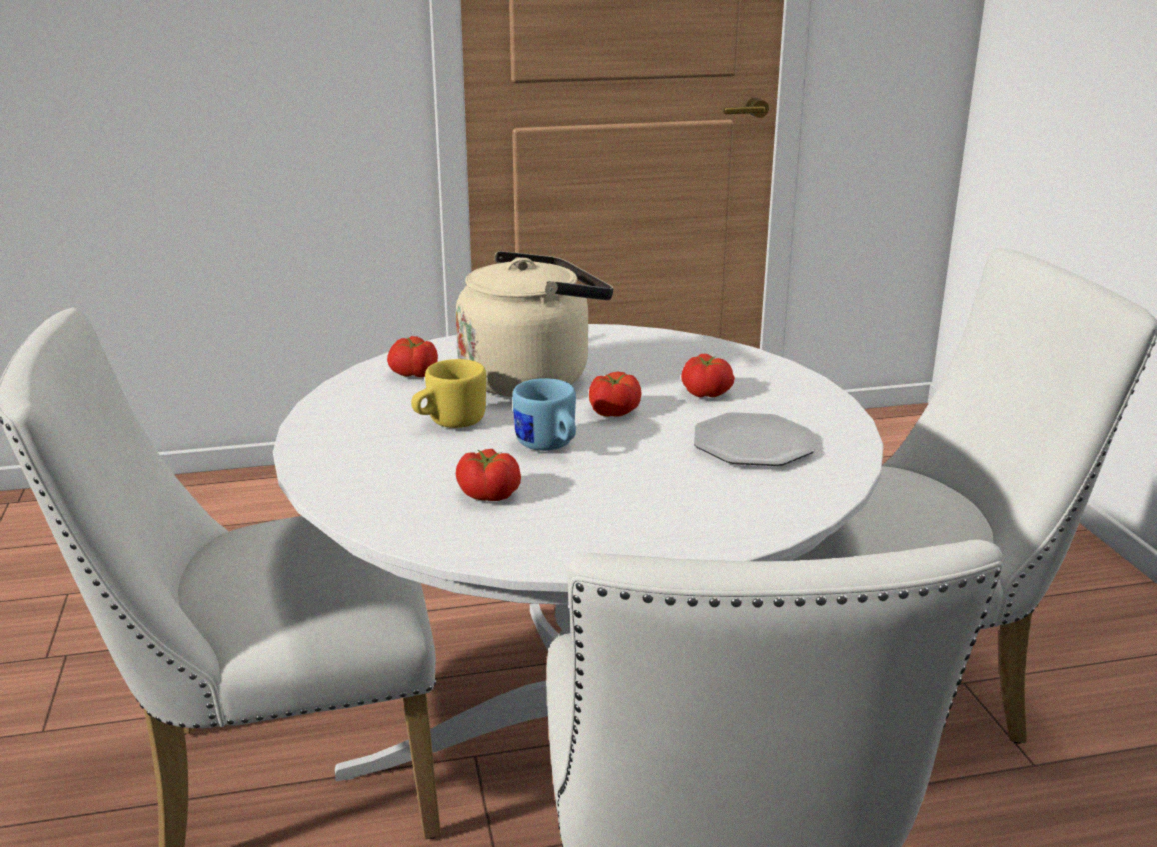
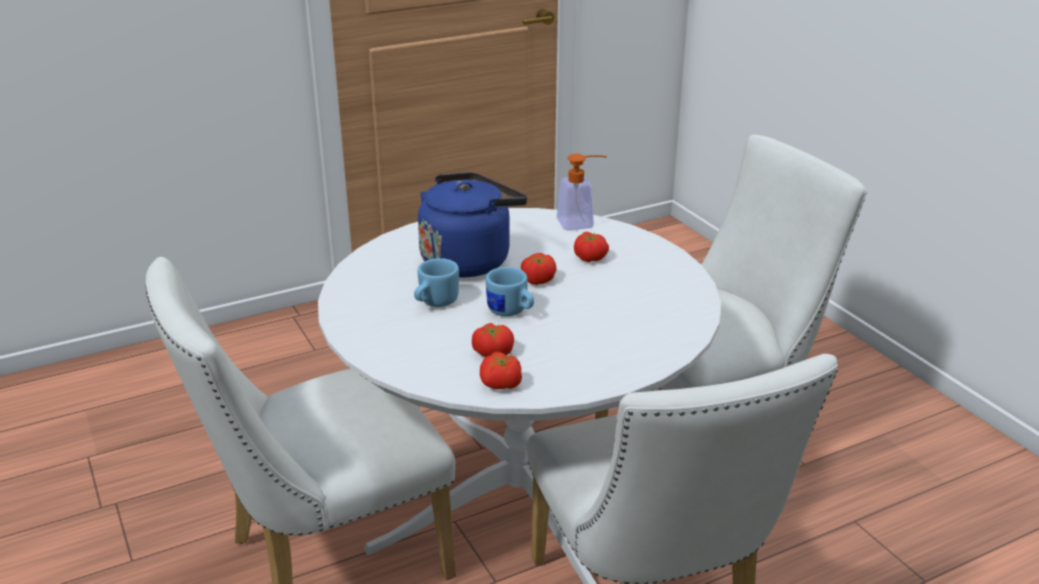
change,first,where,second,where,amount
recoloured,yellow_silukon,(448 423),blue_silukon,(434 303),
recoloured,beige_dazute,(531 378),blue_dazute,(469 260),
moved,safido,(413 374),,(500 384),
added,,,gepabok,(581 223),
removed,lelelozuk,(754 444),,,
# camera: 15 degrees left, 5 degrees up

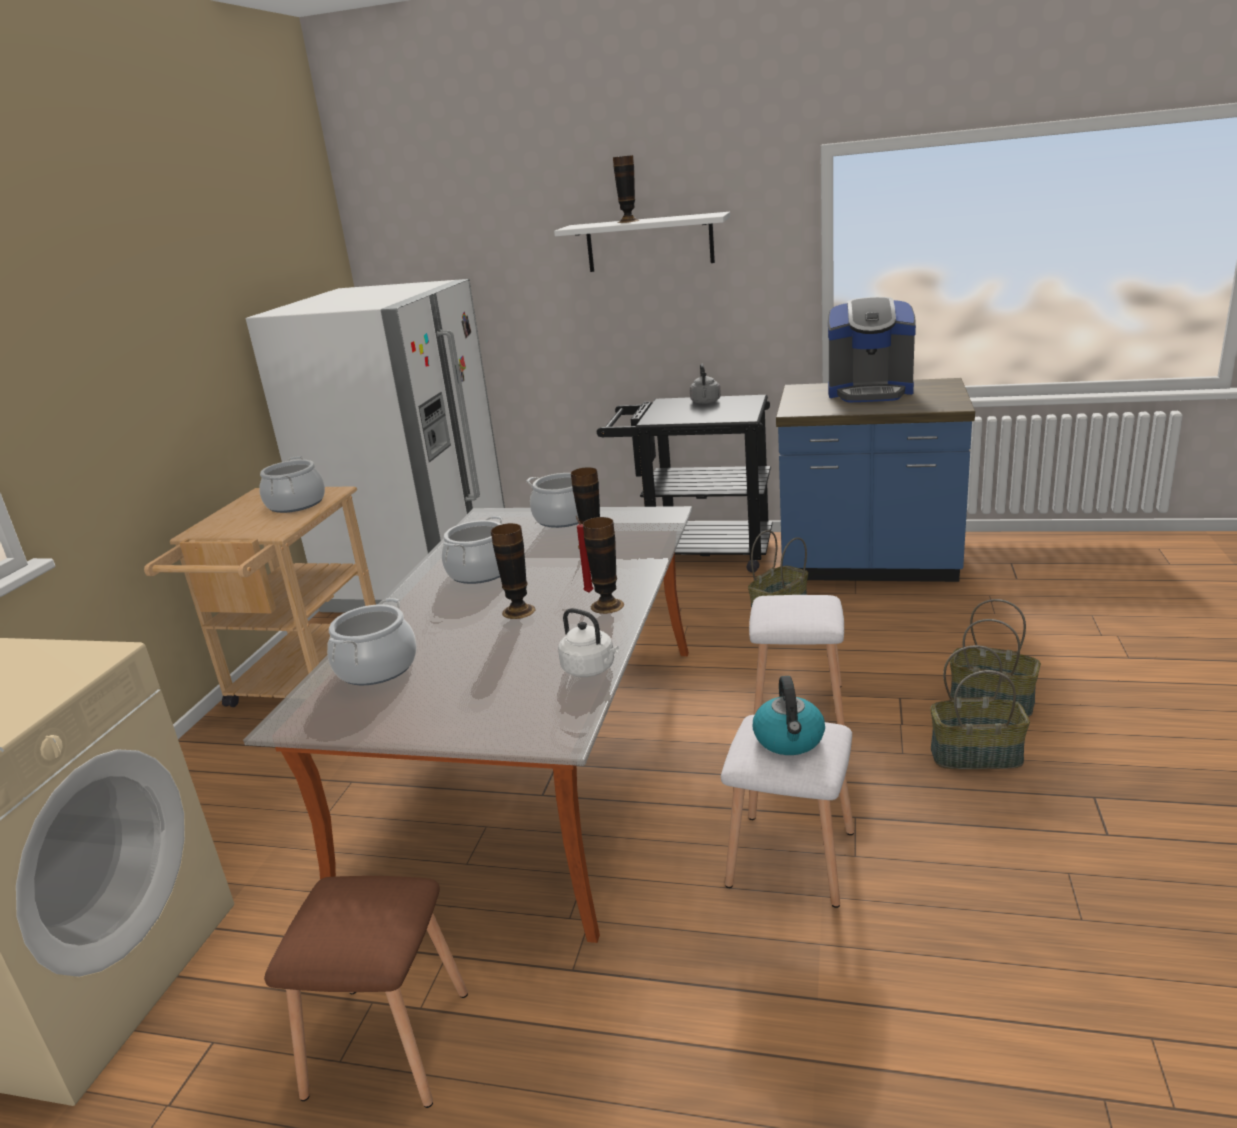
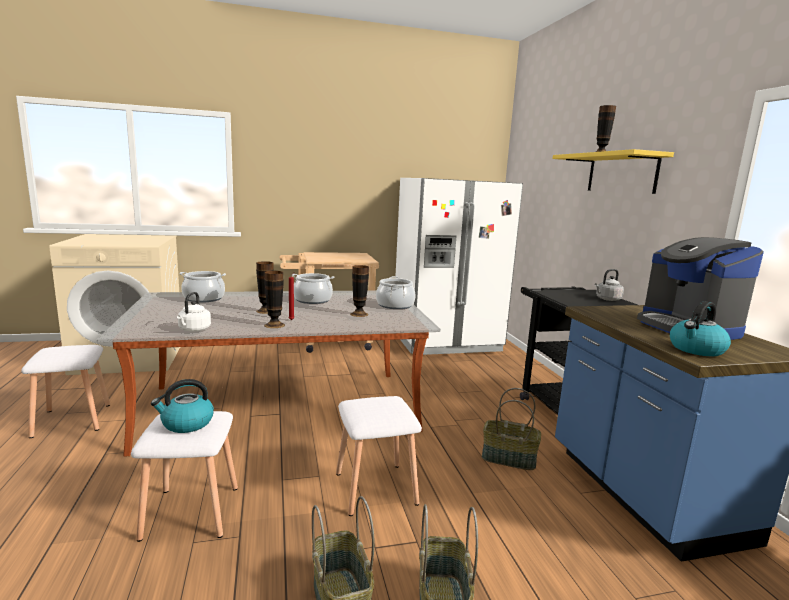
change,first,where,second,where,amount
recoloured,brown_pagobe,(385 1044),white_pagobe,(71 419),
recoloured,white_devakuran,(649 243),yellow_devakuran,(621 173),
added,,,dazute,(696 349),
removed,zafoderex,(296 504),,,
# camera: 60 degrees right, 10 degrees down

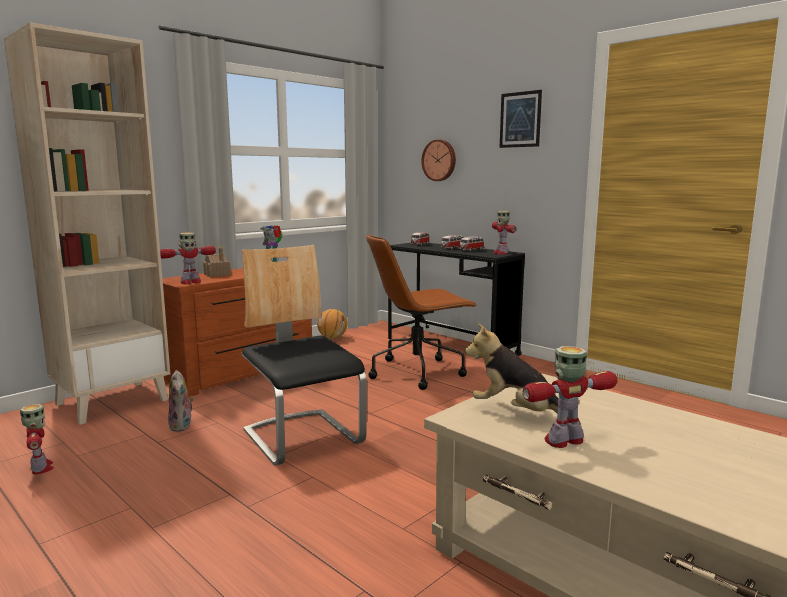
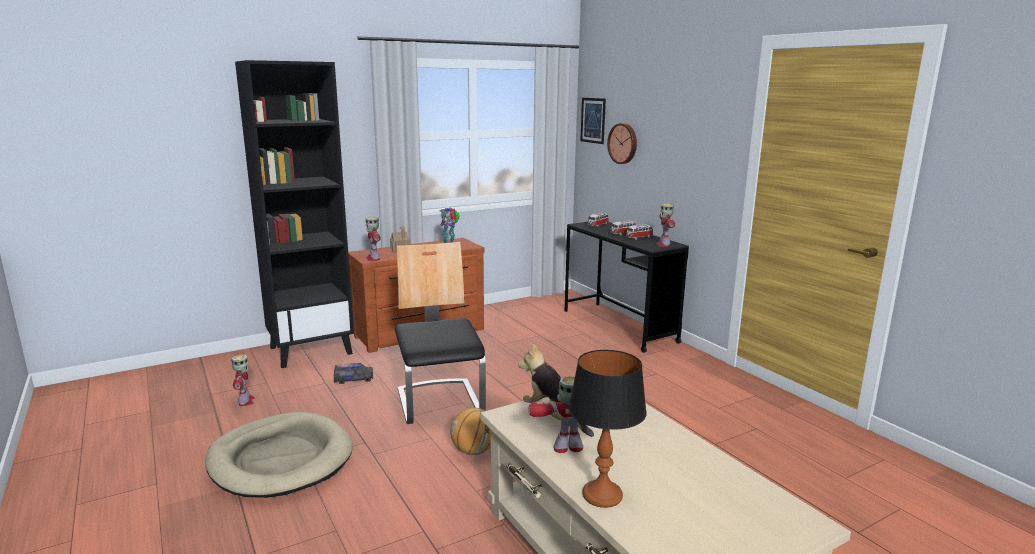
change,first,where,second,where,amount
added,,,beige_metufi,(281 459),
recoloured,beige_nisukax,(113 401),black_nisukax,(311 350),
replaced,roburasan,(182 426),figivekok,(353 379),
turned,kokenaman,(190 282),,(373 258),90 degrees clockwise
moved,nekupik,(332 338),,(474 451),
added,,,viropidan,(601 495),
moved,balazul,(520 119),,(593 120),
removed,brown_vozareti,(418 372),,,
# camera: 15 degrees right, 5 degrees up

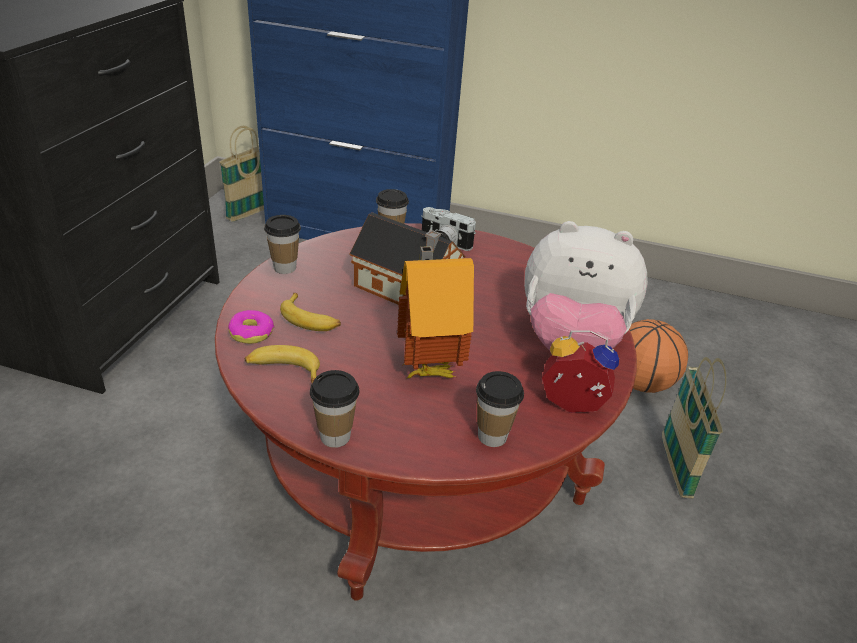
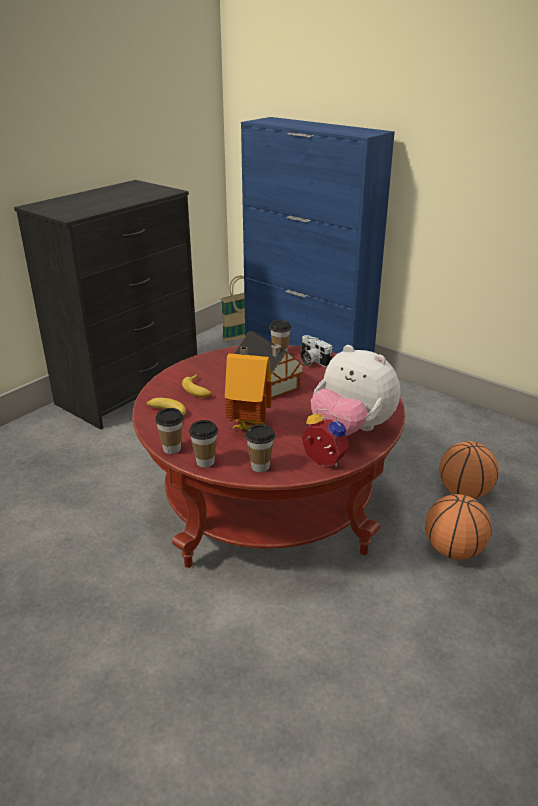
change,first,where,second,where,amount
moved,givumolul,(285 268),,(205 462),
replaced,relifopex,(675 467),nekupik,(453 550),
removed,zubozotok,(251 333),,,
# camera: 25 degrees right, 5 degrees down

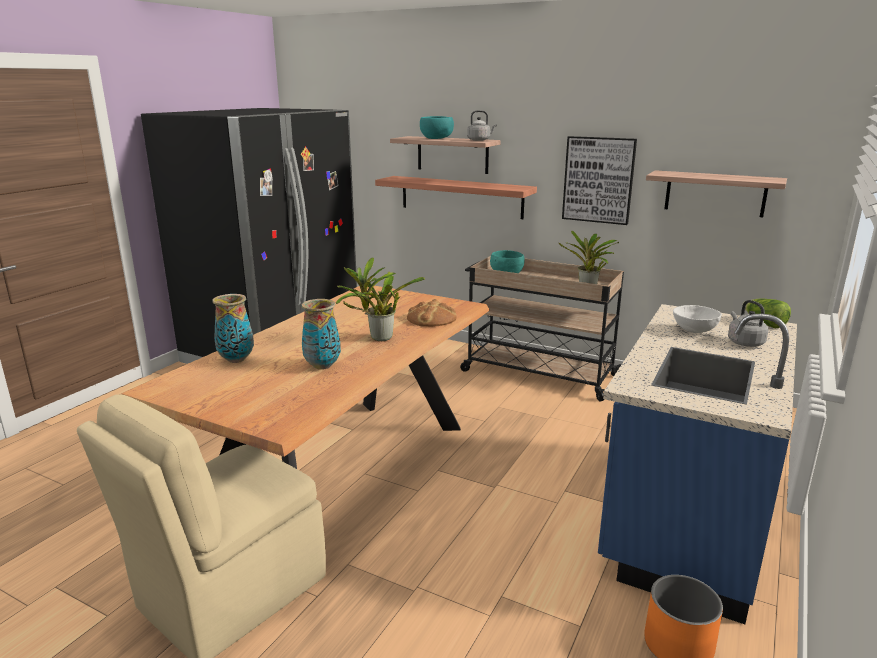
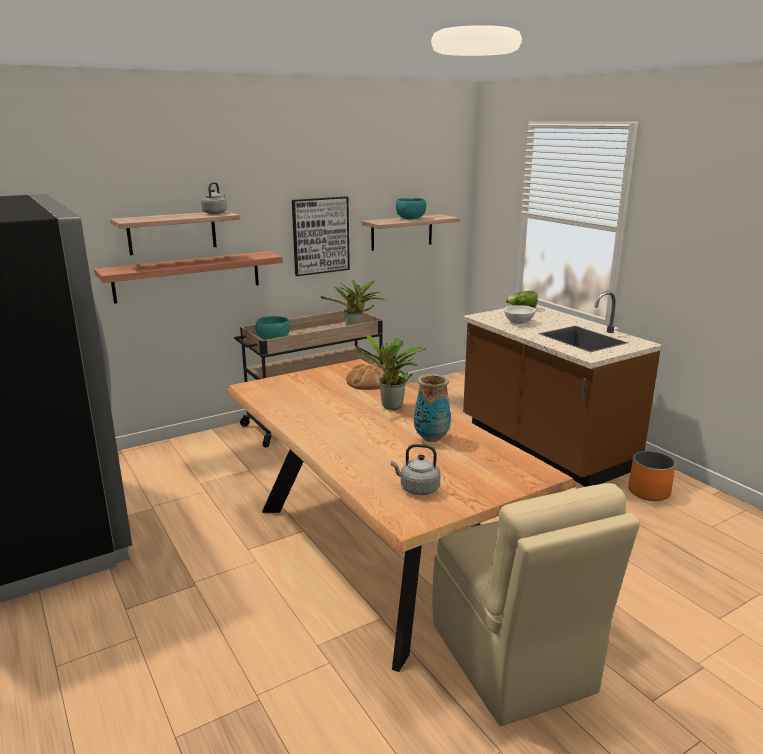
change,first,where,second,where,amount
moved,grey_dazute,(744 342),,(417 489),
moved,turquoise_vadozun,(437 138),,(411 218),
recoloured,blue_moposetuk,(685 518),brown_moposetuk,(544 446),
removed,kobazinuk,(236 360),,,
# camera: 60 degrees left, 0 degrees up

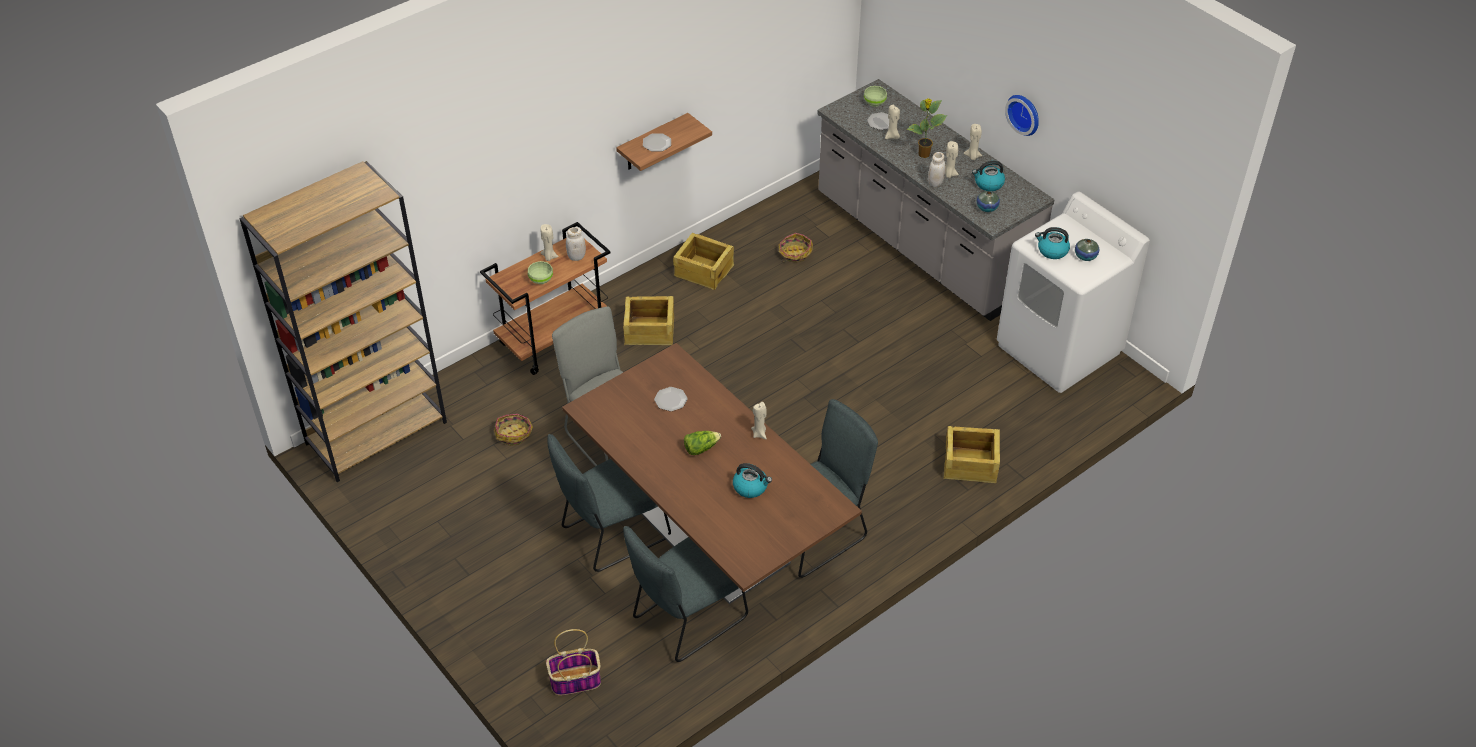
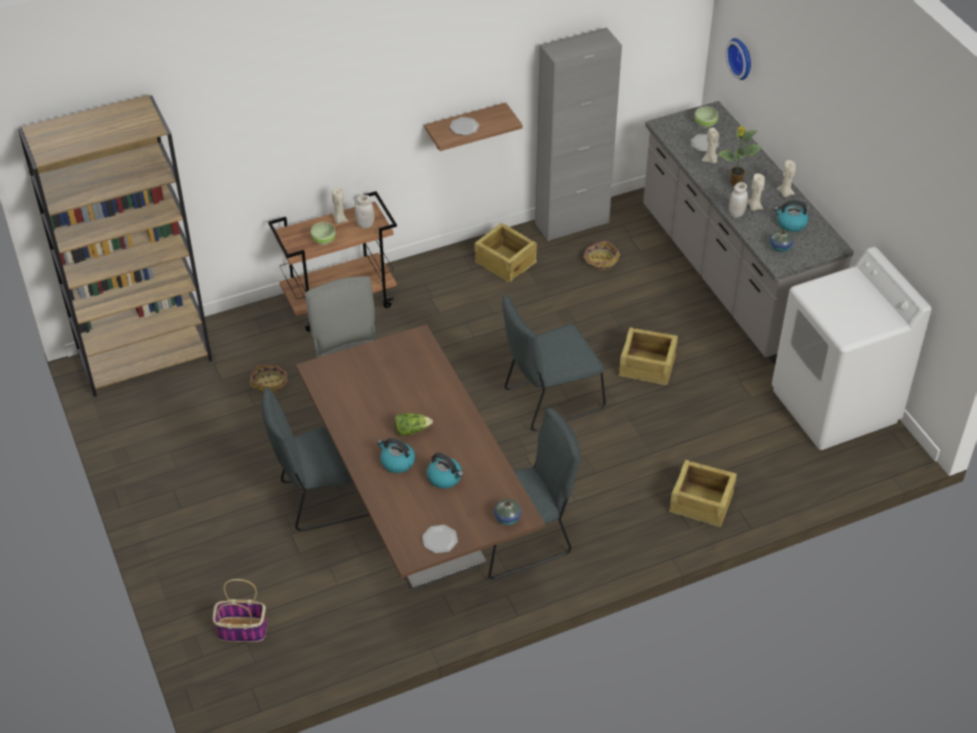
change,first,where,second,where,amount
moved,dazute,(1052 251),,(397 462),
moved,lelelozuk,(670 400),,(439 540),
moved,kobazinuk,(1085 256),,(507 518),
moved,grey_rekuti,(685 620),,(549 400),
added,,,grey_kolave,(571 223),
moved,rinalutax,(650 331),,(647 366),
moved,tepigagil,(1025 113),,(741 58),
removed,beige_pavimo,(759 434),,,
# camera: 15 degrees right, 0 degrees up

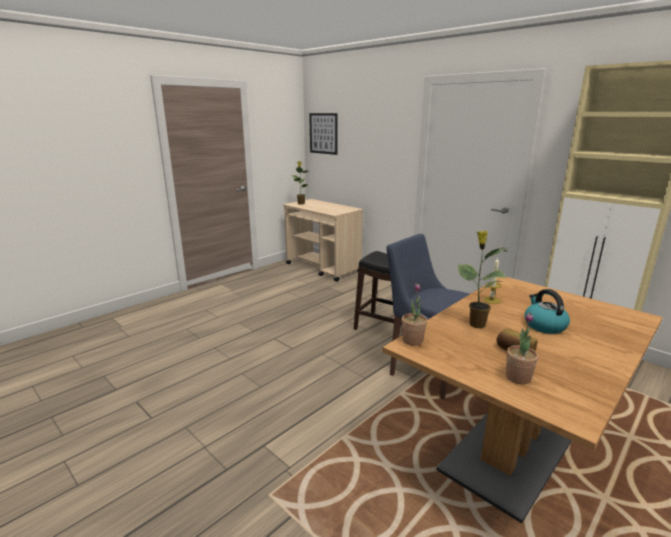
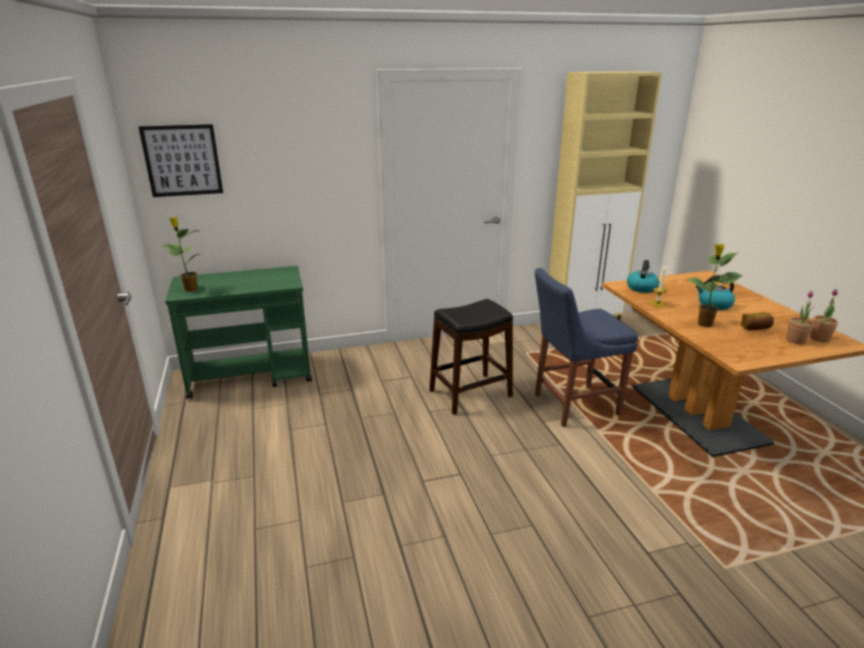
change,first,where,second,where,amount
recoloured,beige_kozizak,(323 268),green_kozizak,(252 376),
added,,,dazute,(641 288),
moved,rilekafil,(412 340),,(819 338),
# camera: 60 degrees left, 5 degrees up

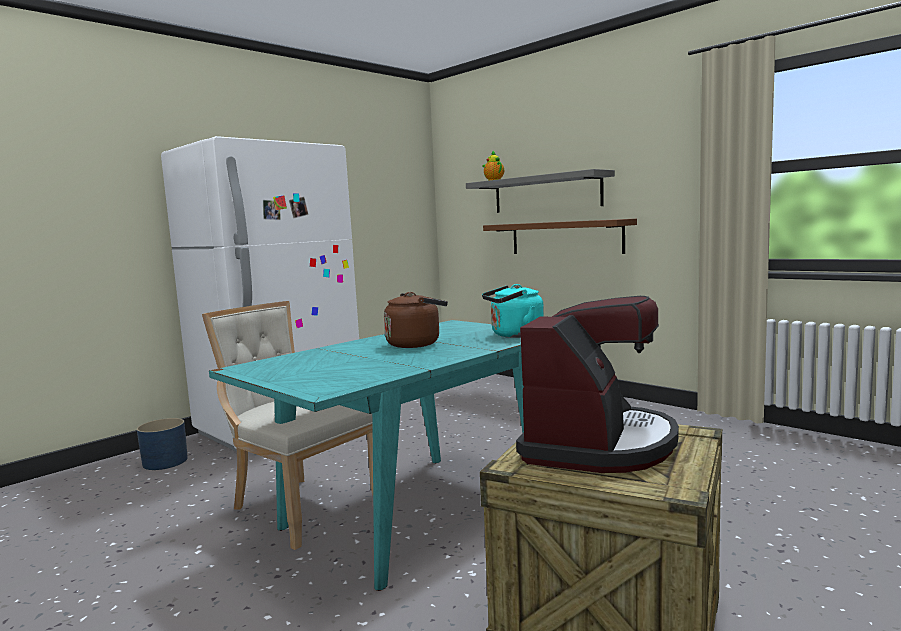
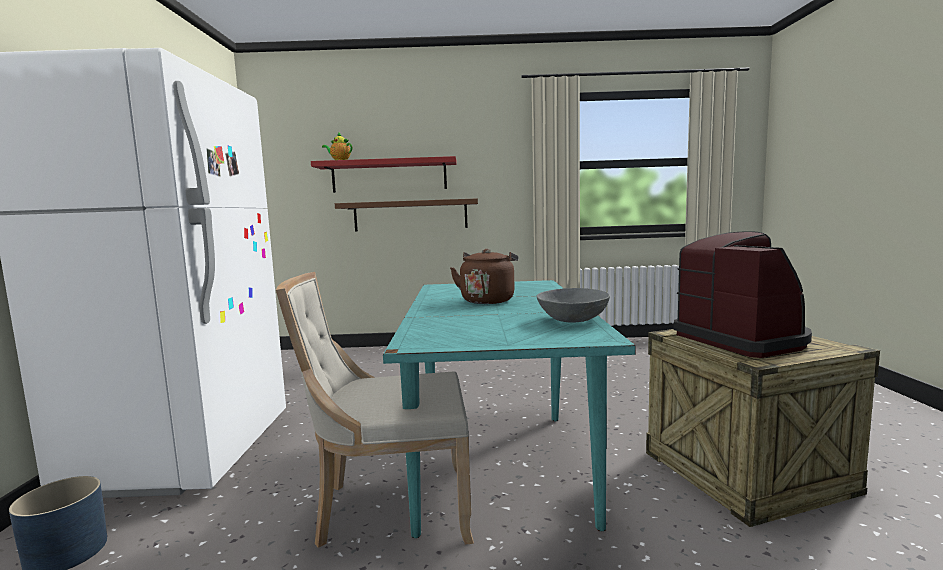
change,first,where,second,where,amount
recoloured,grey_devakuran,(546 193),red_devakuran,(389 176),
added,,,grey_vadozun,(572 320),
removed,turquoise_dazute,(514 335),,,
# camera: 45 degrees left, 0 degrees up

